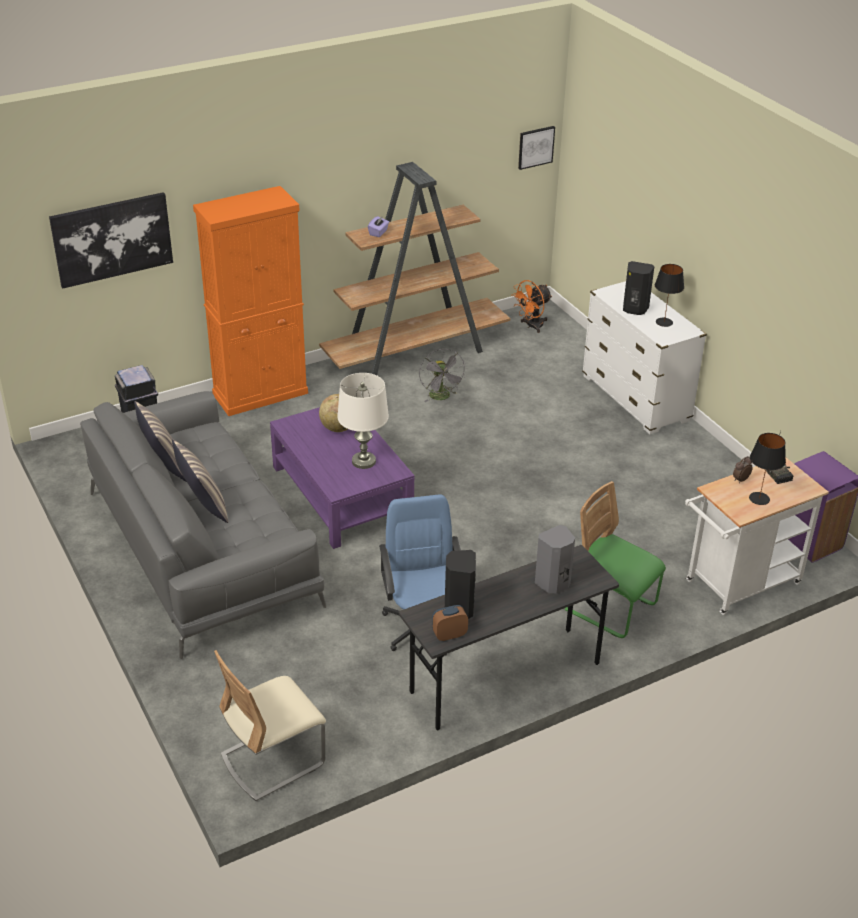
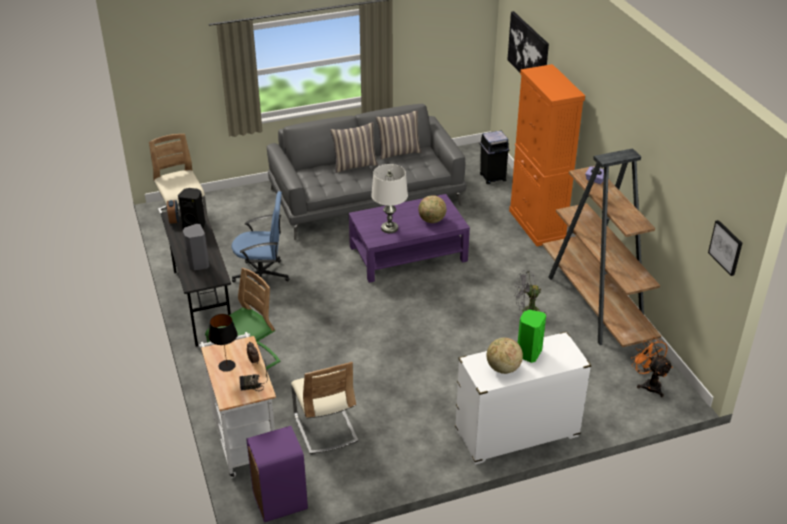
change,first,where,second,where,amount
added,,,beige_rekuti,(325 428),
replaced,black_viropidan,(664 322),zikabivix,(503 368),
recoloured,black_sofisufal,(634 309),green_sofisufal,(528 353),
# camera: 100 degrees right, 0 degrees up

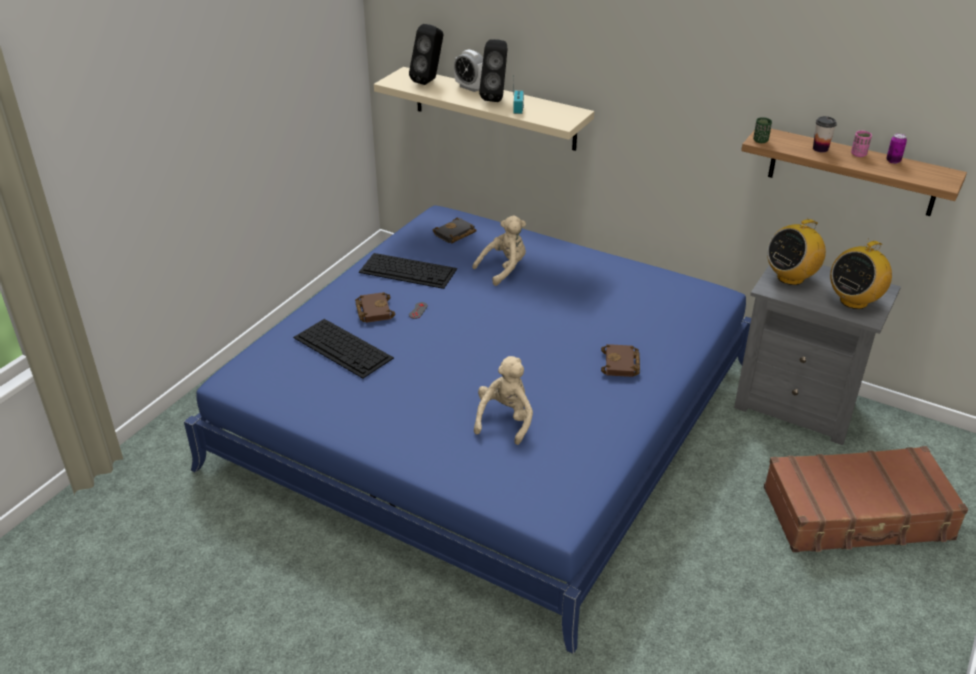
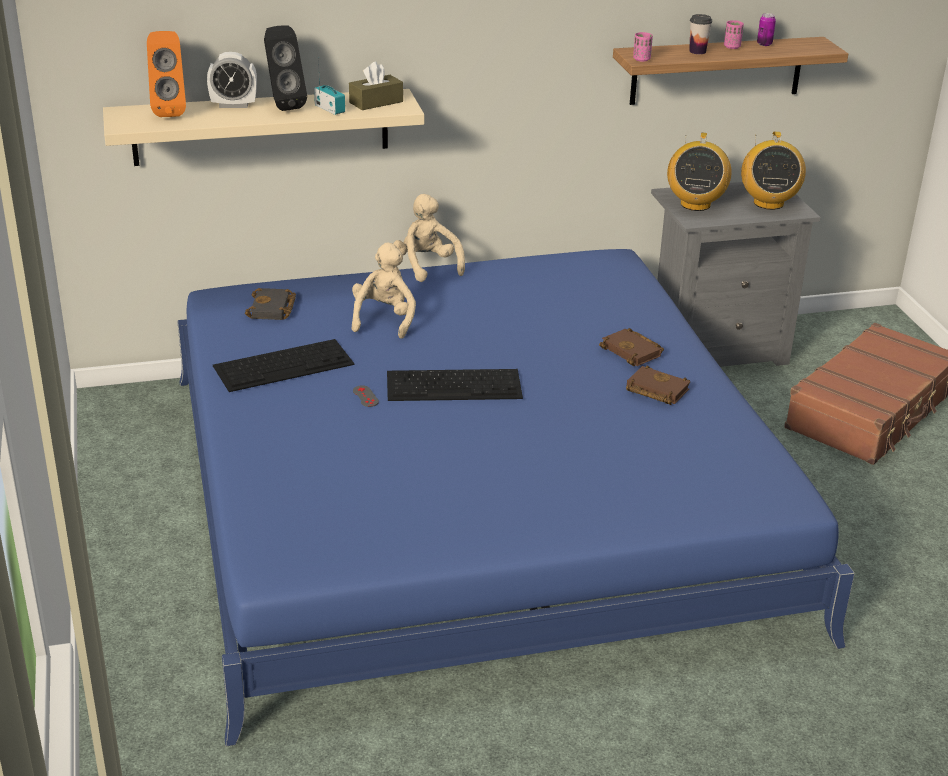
change,first,where,second,where,amount
recoloured,black_sofisufal,(429 81),orange_sofisufal,(170 112),
added,,,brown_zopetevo,(376 102),
moved,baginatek,(344 348),,(455 384),
moved,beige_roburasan,(505 420),,(427 266),
moved,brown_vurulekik,(373 310),,(655 390),
recoloured,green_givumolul,(760 140),pink_givumolul,(641 59),
# camera: 45 degrees left, 5 degrees down

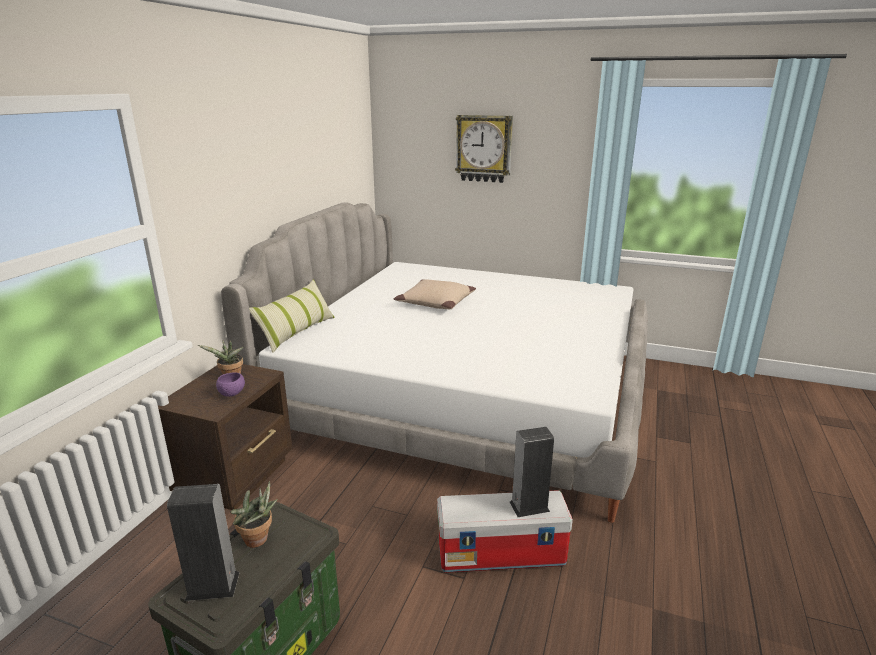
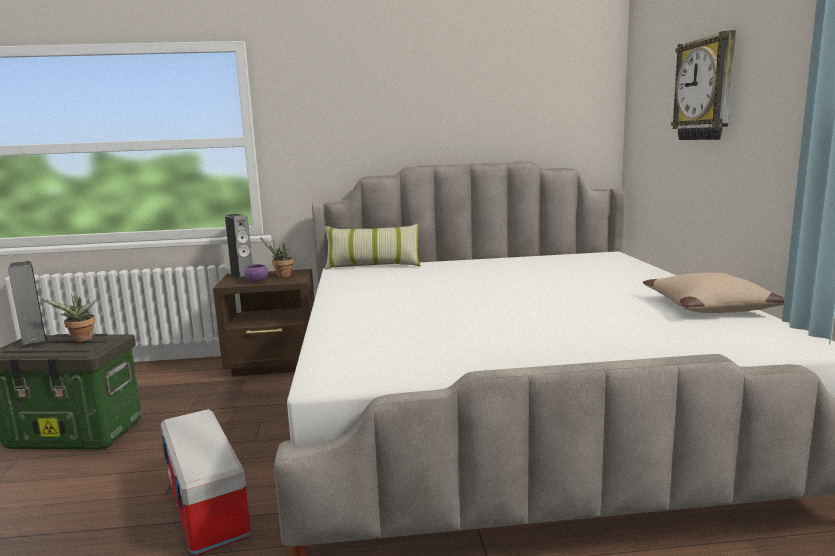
change,first,where,second,where,amount
moved,sofisufal,(529 506),,(242 276),
moved,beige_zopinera,(435 302),,(708 306),
# camera: 65 degrees right, 10 degrees down

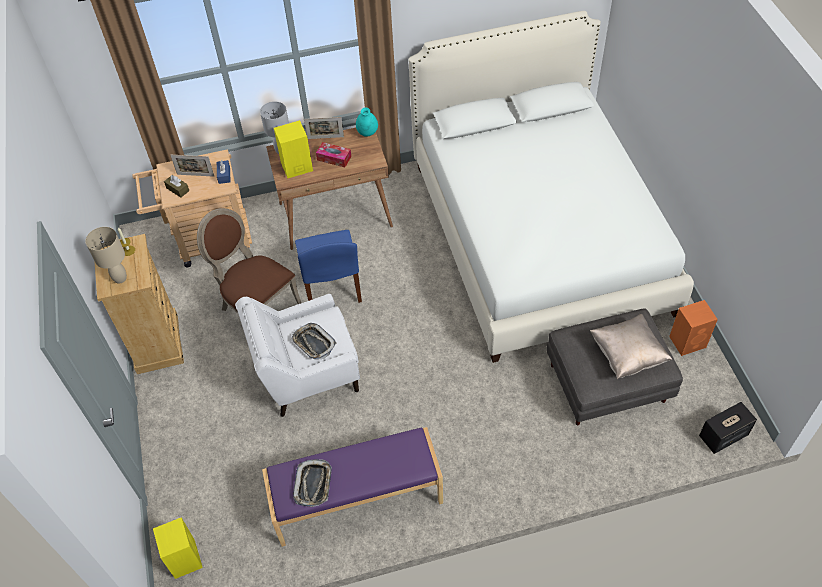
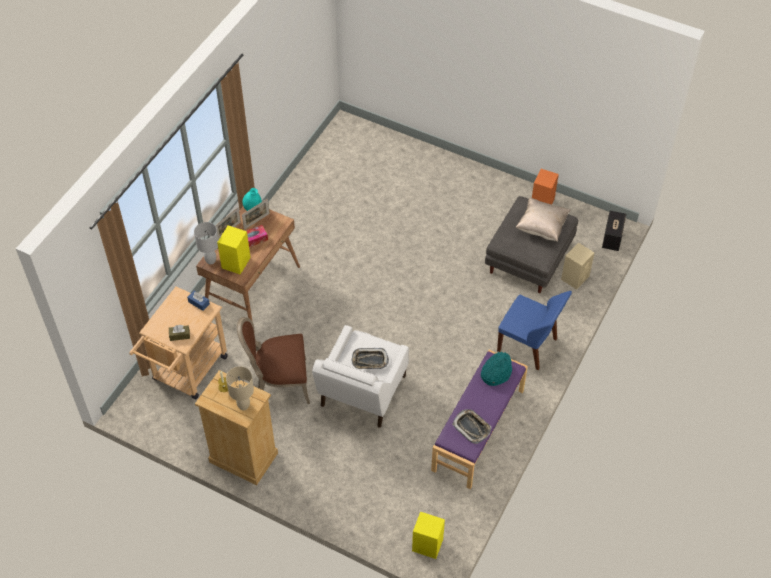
change,first,where,second,where,amount
moved,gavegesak,(195 175),,(256 221),
added,,,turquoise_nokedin,(495 373),
moved,blue_rekuti,(332 288),,(528 346),
added,,,beige_sofisufal,(575 277),
removed,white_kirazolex,(539 235),,,
# camera: 50 degrees left, 0 degrees up

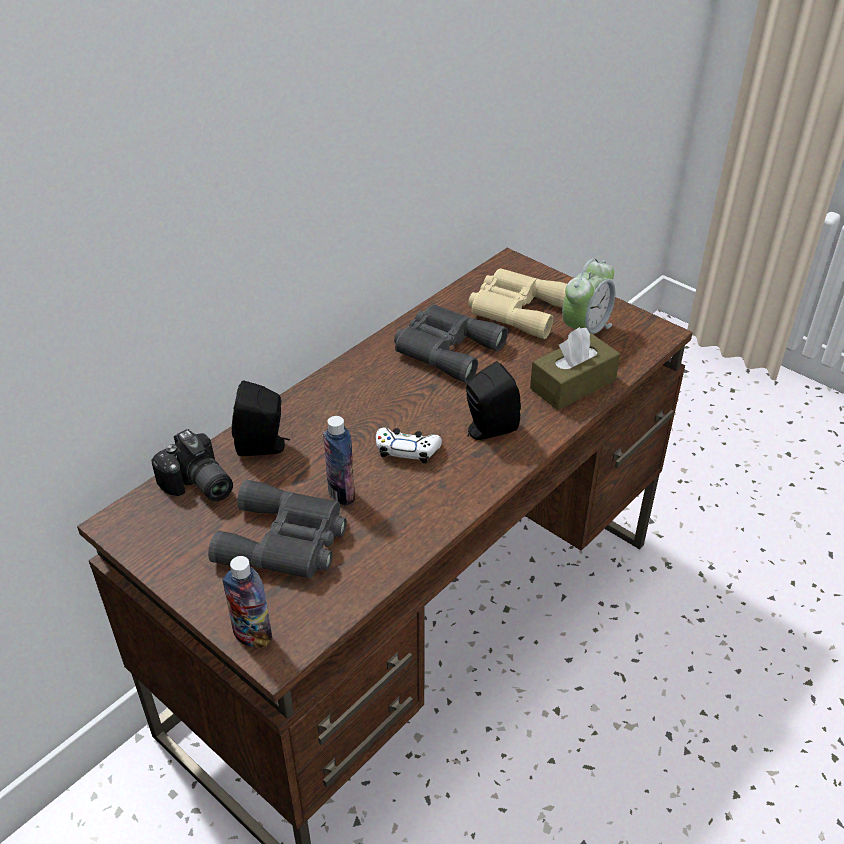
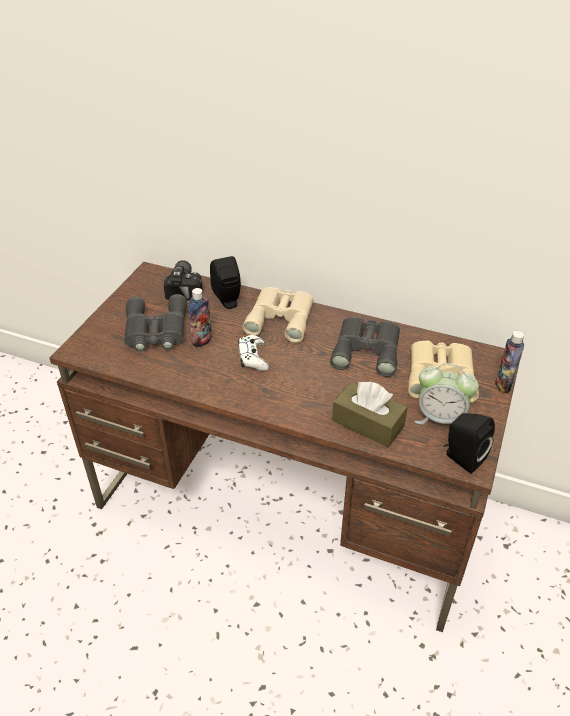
change,first,where,second,where,amount
turned,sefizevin,(197 486),,(186 288),150 degrees clockwise
added,,,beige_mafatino,(281 317),
moved,black_sofisufal,(488 429),,(462 457),
moved,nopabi,(252 635),,(503 384),
# camera: 70 degrees right, 0 degrees up

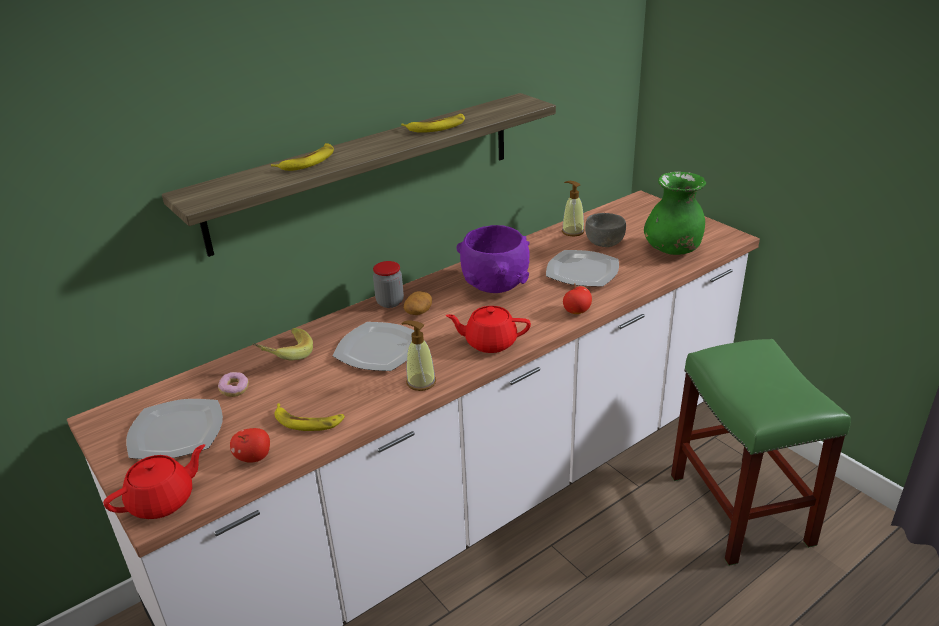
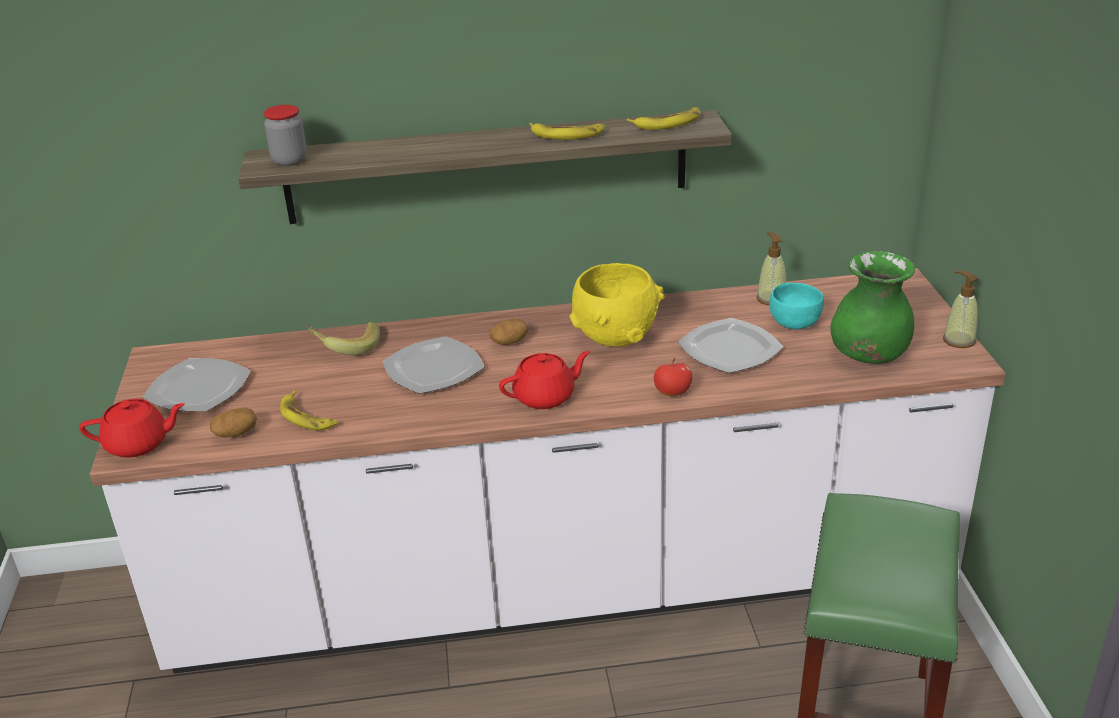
change,first,where,second,where,amount
replaced,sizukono,(254 457),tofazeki,(235 433),
moved,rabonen,(390 302),,(289 160),
turned,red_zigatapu,(489 342),,(545 397),120 degrees clockwise
recoloured,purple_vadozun,(494 285),yellow_vadozun,(615 337),
moved,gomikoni,(308 161),,(668 123),
recoloured,grey_vadozun,(604 242),turquoise_vadozun,(794 322),
moved,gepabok,(421 382),,(958 340),
removed,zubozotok,(234 390),,,
# camera: 30 degrees right, 0 degrees up

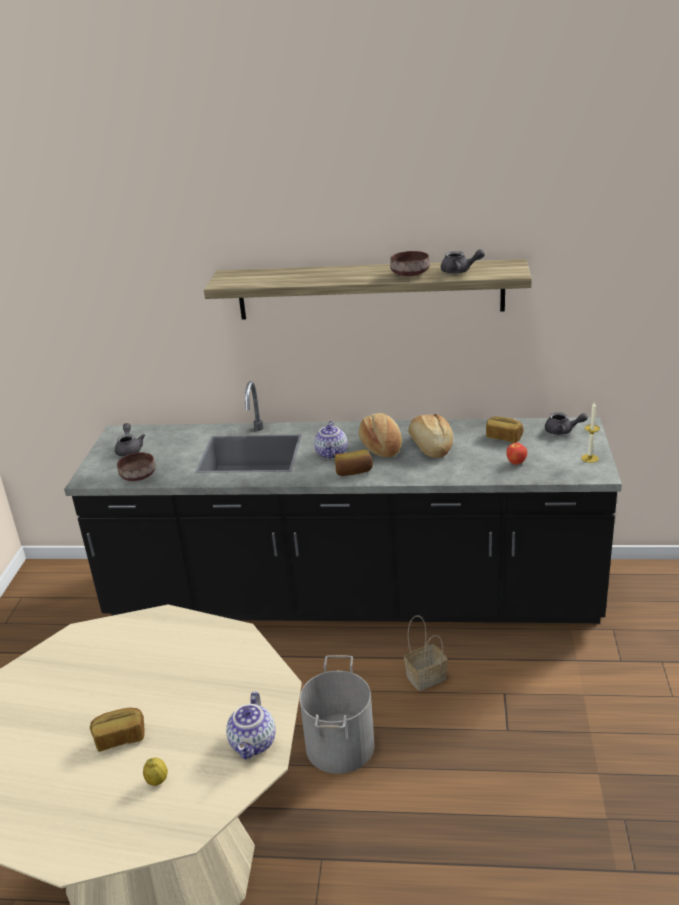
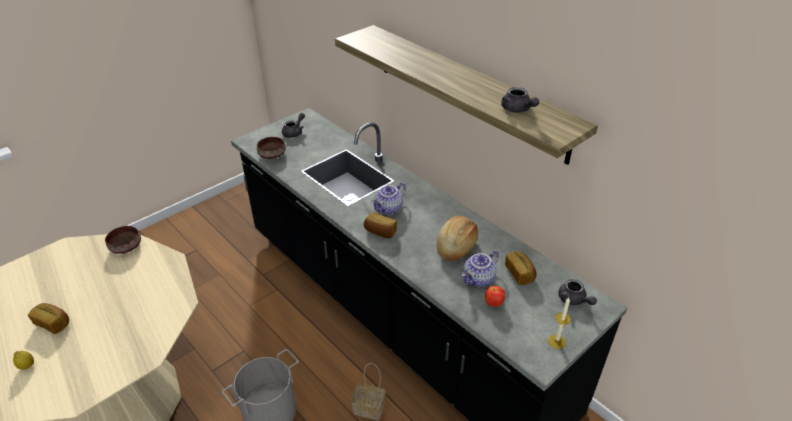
change,first,where,second,where,amount
moved,brown_vadozun,(409 274),,(126 246),
moved,zigatapu,(254 744),,(479 279),
removed,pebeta,(381 446),,,
# camera: 40 degrees right, 10 degrees up

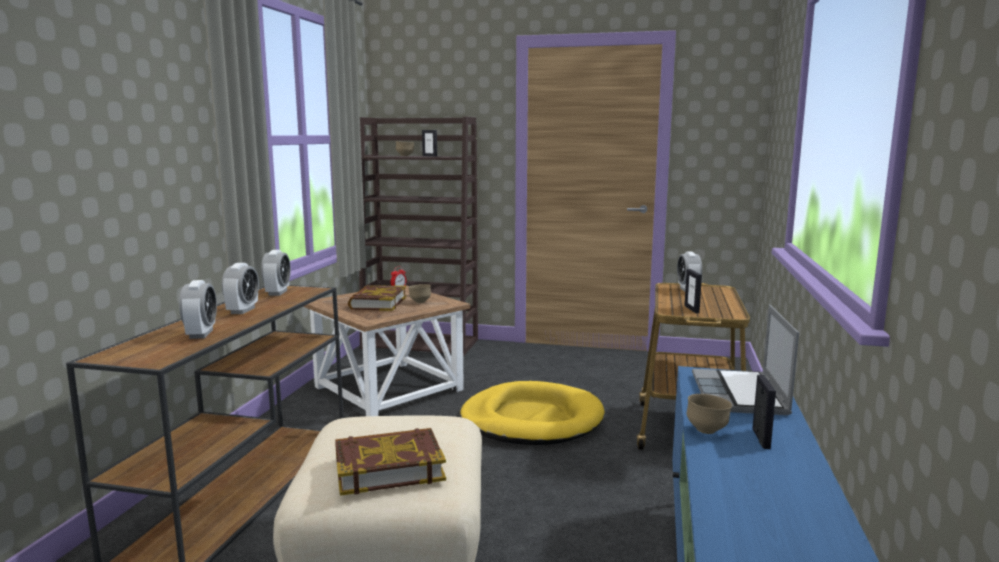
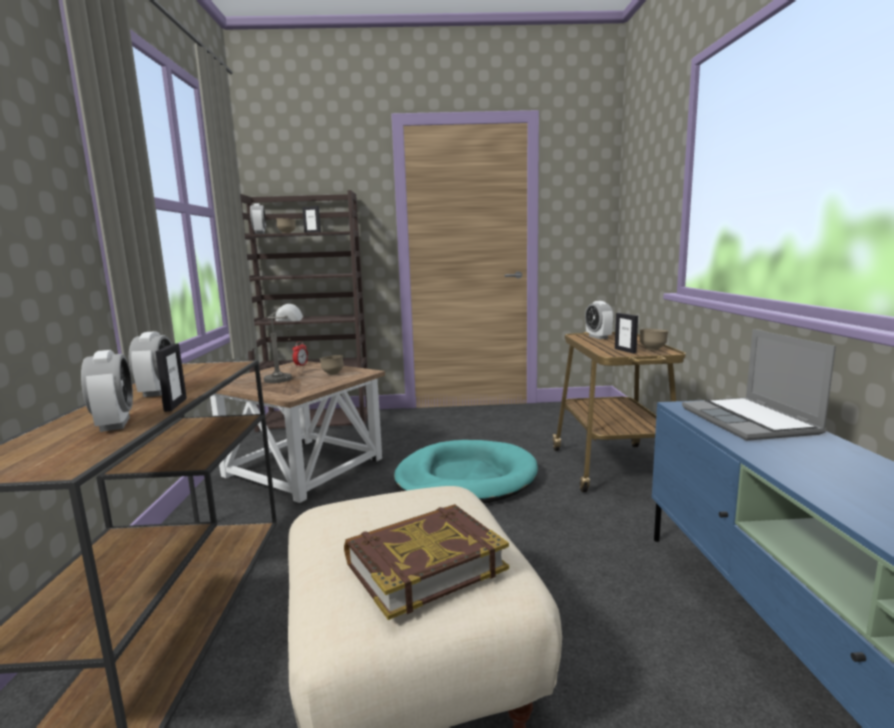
change,first,where,second,where,amount
moved,gavegesak,(760 438),,(175 405),
moved,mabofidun,(277 293),,(259 234),
replaced,vurulekik,(377 303),grey_viropidan,(287 379),
recoloured,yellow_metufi,(531 420),turquoise_metufi,(465 478),
moved,brown_vadozun,(707 431),,(652 350),
# camera: 15 degrees left, 0 degrees up

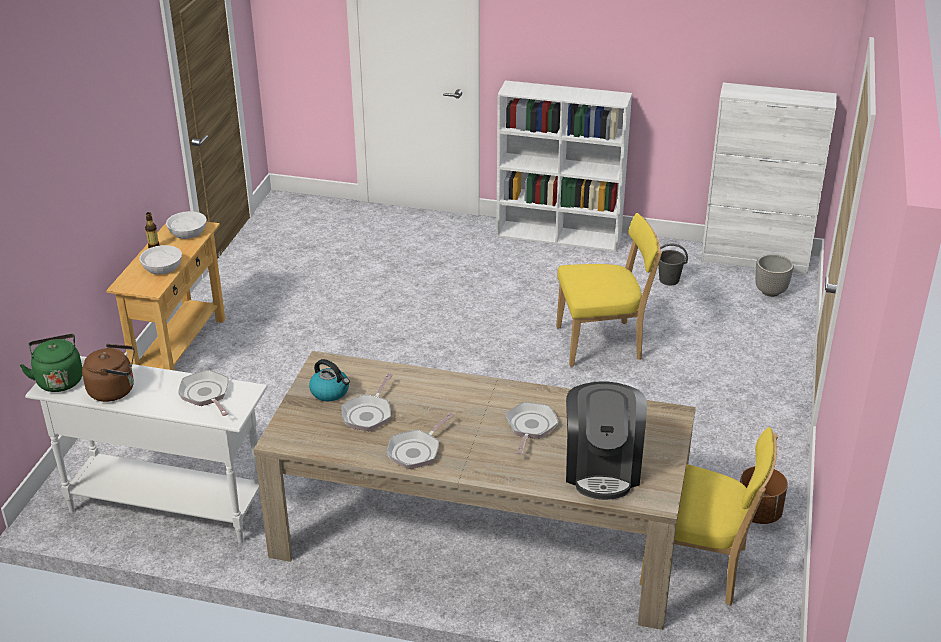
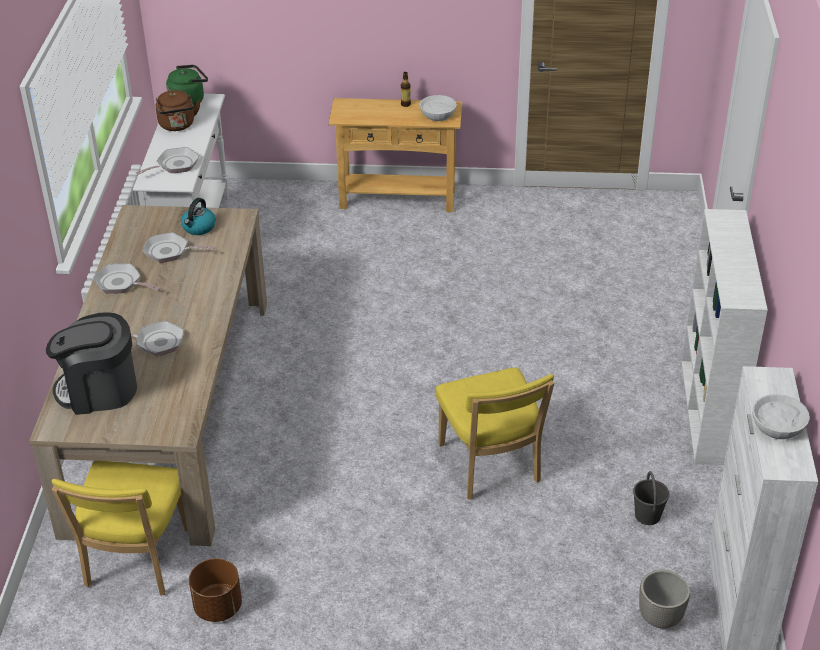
change,first,where,second,where,amount
moved,white_vadozun,(162 267),,(777 426),
# camera: 80 degrees right, 5 degrees up

